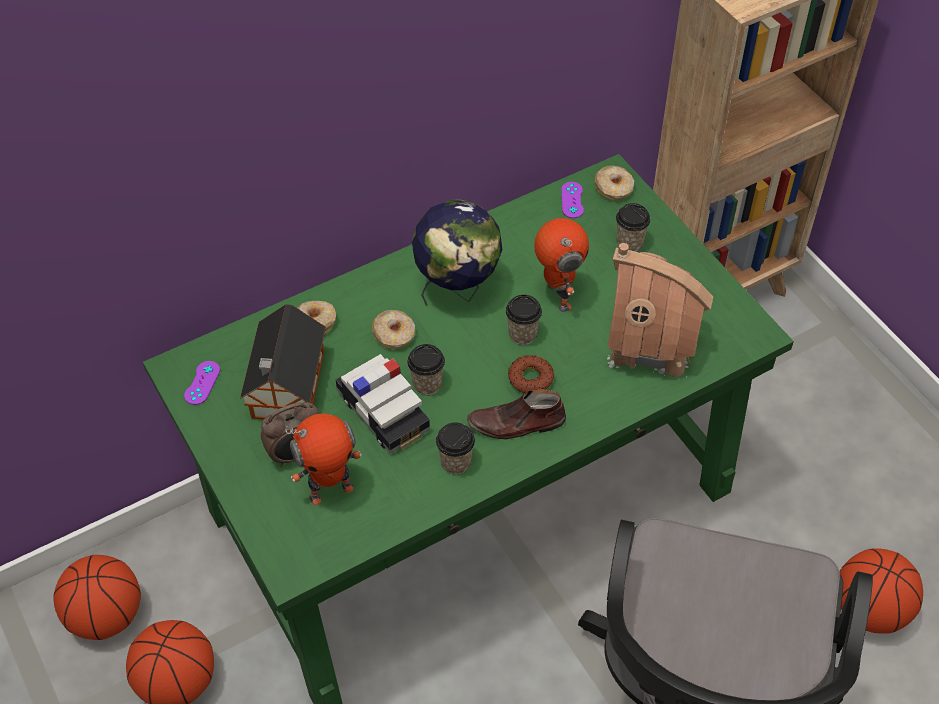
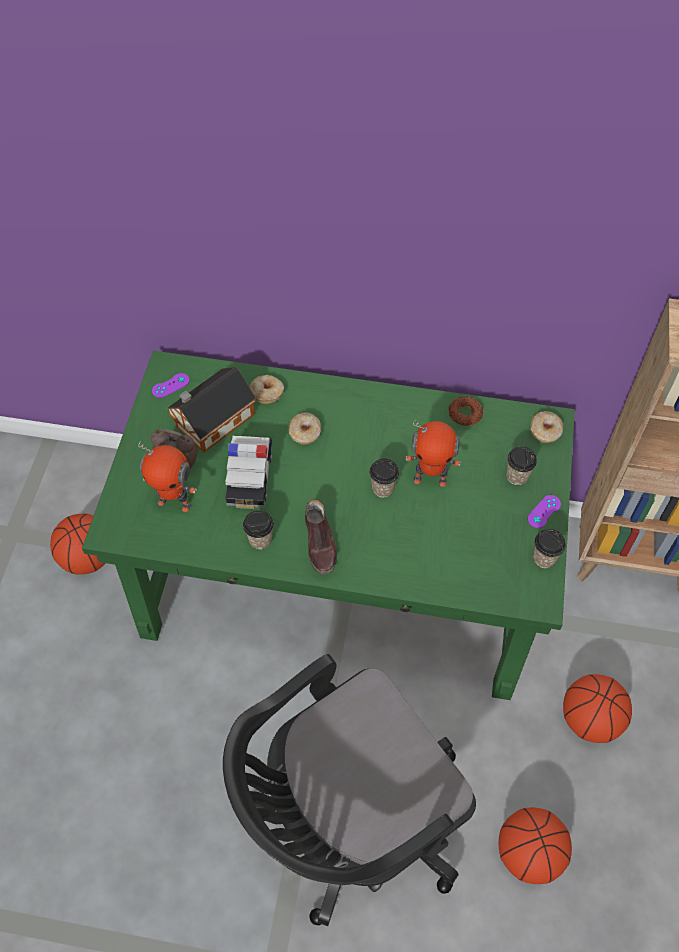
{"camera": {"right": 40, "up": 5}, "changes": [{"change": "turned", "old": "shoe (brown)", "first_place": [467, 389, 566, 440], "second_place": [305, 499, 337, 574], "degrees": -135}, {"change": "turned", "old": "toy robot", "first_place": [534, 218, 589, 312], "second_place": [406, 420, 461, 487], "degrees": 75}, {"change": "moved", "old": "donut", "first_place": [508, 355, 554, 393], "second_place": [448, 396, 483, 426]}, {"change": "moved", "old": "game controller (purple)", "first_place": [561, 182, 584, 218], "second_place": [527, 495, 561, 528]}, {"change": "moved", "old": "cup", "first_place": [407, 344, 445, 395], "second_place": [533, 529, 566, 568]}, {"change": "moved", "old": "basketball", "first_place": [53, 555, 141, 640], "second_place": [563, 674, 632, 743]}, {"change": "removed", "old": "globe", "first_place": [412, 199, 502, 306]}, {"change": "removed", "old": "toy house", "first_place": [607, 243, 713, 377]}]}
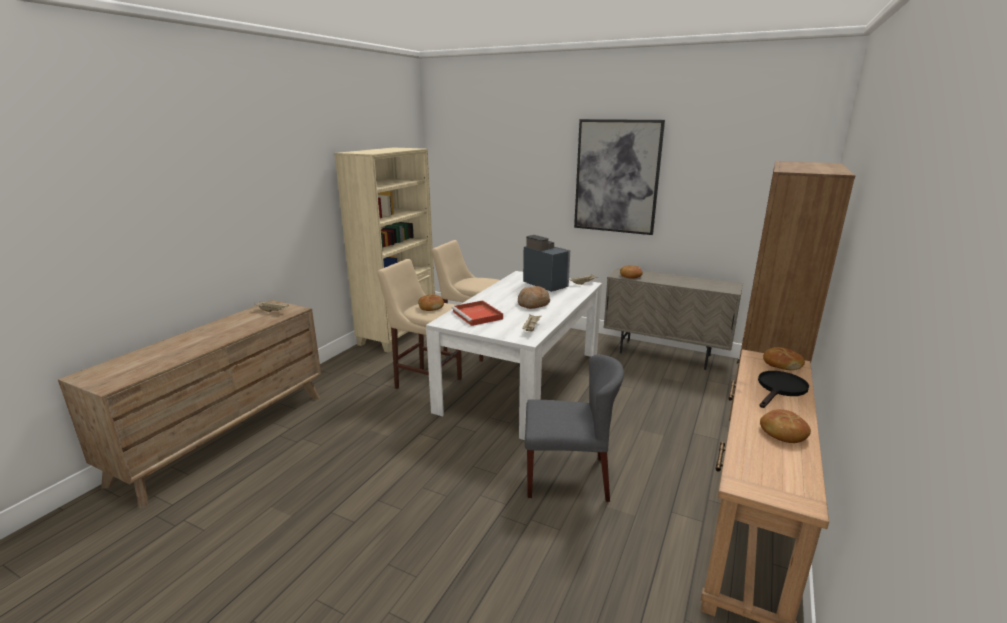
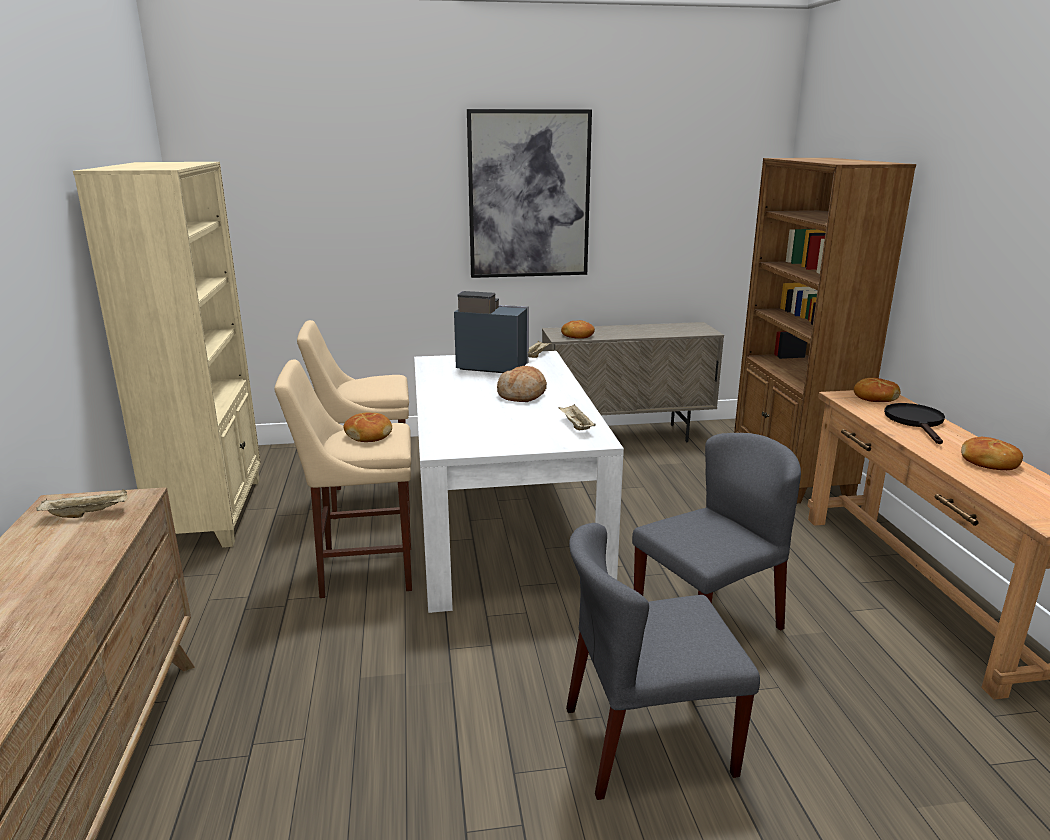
{"camera": {"right": -35, "up": 0}, "changes": [{"change": "added", "new": "chair (grey)", "second_place": [566, 523, 760, 800]}, {"change": "removed", "old": "tray (red)", "first_place": [451, 300, 503, 326]}]}
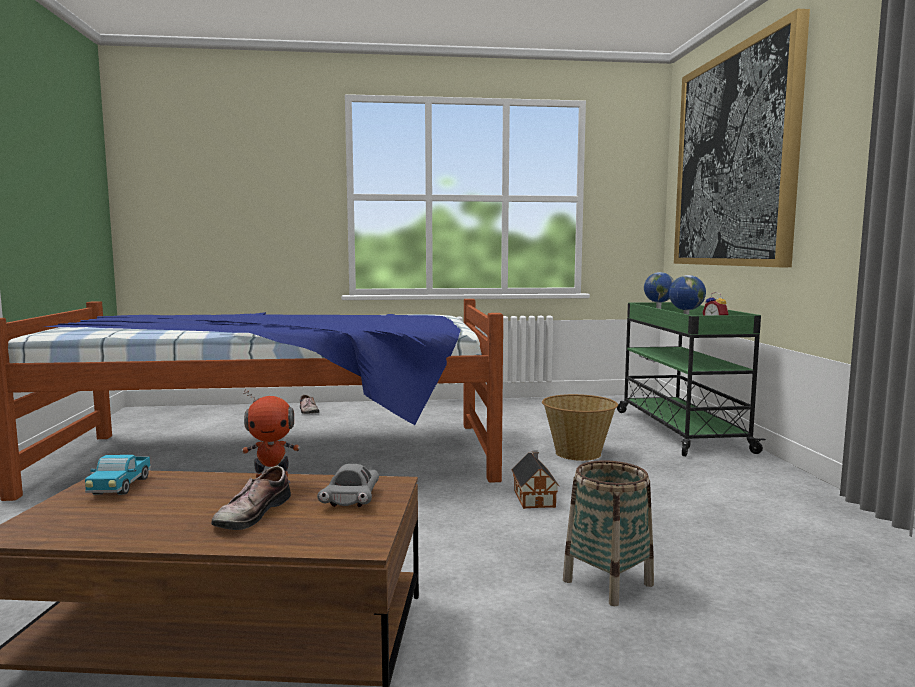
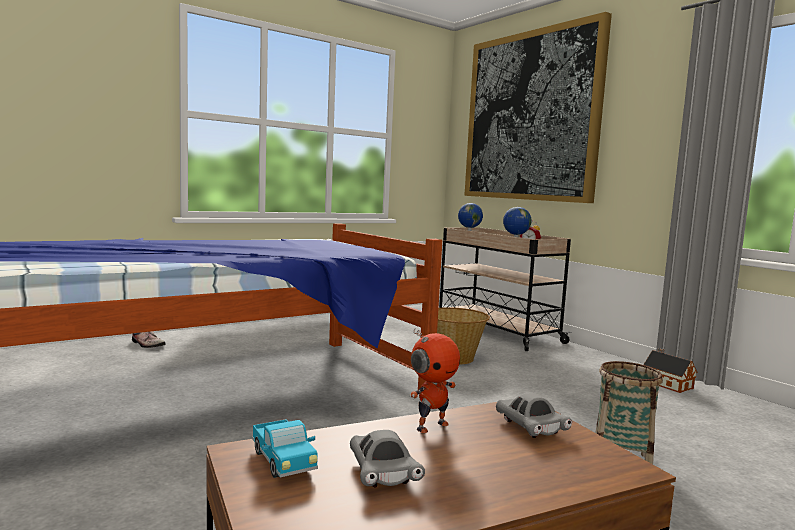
{"camera": {"right": -30, "up": 0}, "changes": [{"change": "added", "new": "toy car (grey)", "second_place": [350, 430, 425, 488]}, {"change": "recoloured", "old": "cart (green)", "new": "cart (beige)", "first_place": [617, 302, 766, 456], "second_place": [439, 227, 572, 351]}, {"change": "moved", "old": "toy house", "first_place": [511, 451, 560, 509], "second_place": [643, 348, 698, 393]}, {"change": "removed", "old": "shoe", "first_place": [211, 466, 291, 530]}]}
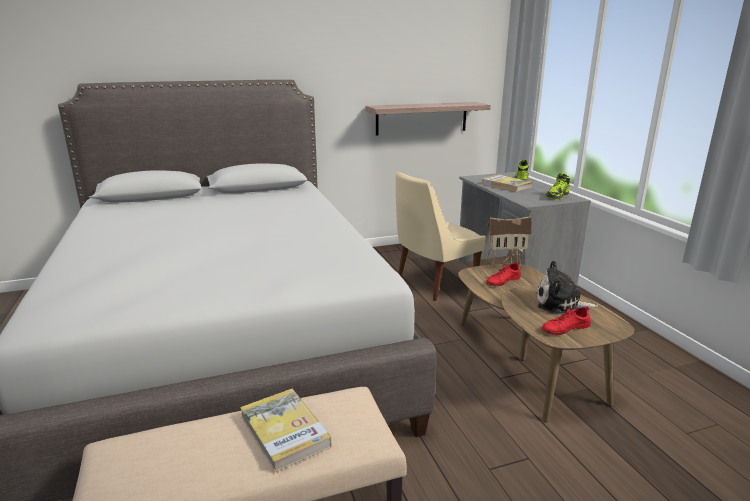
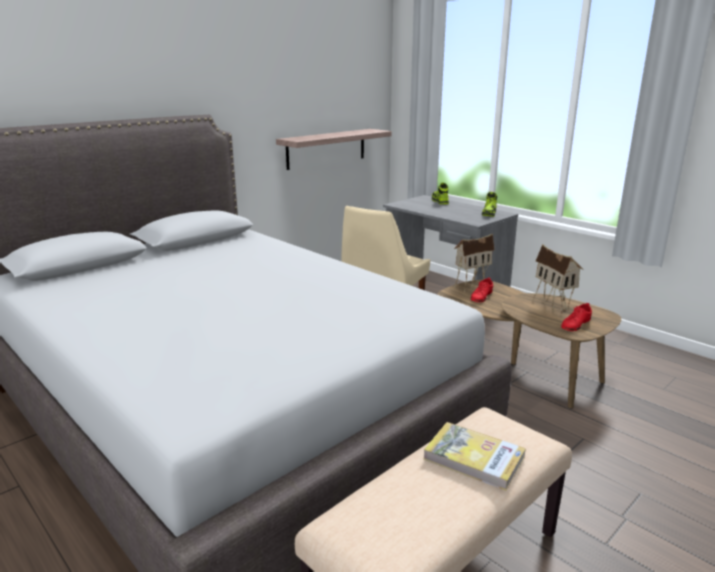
{"camera": {"right": -25, "up": 0}, "changes": [{"change": "replaced", "old": "plush toy", "new": "toy house", "first_place": [536, 261, 599, 314], "second_place": [532, 244, 584, 314]}, {"change": "removed", "old": "book", "first_place": [481, 175, 532, 192]}]}
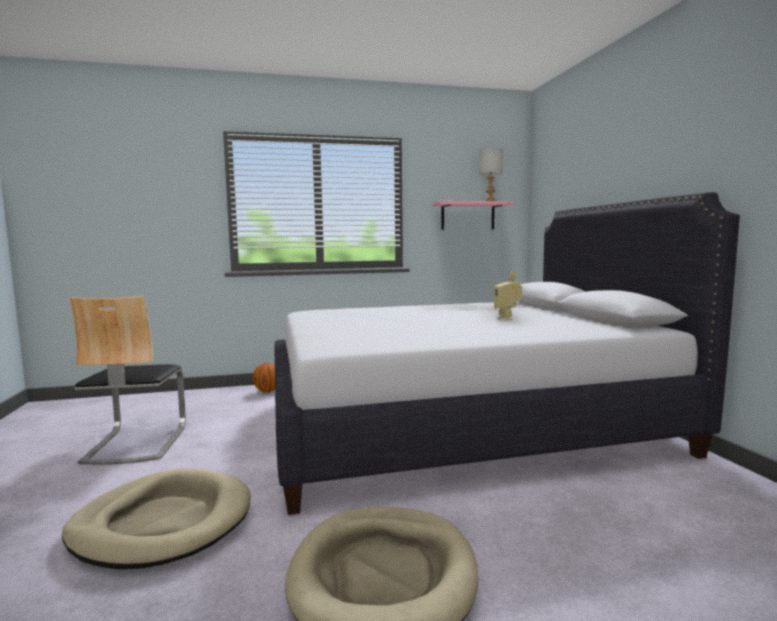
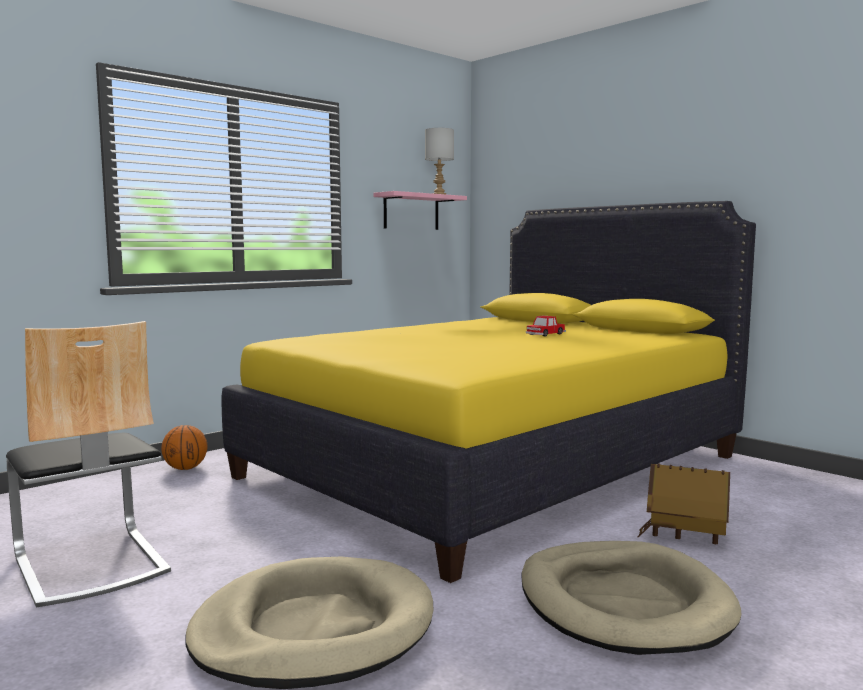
{"camera": {"right": -30, "up": 0}, "changes": [{"change": "recoloured", "old": "bed (white)", "new": "bed (yellow)", "first_place": [274, 192, 740, 515], "second_place": [222, 201, 756, 583]}, {"change": "replaced", "old": "toy robot", "new": "toy car", "first_place": [494, 271, 522, 321], "second_place": [526, 316, 566, 336]}, {"change": "added", "new": "toy house", "second_place": [637, 463, 730, 544]}]}
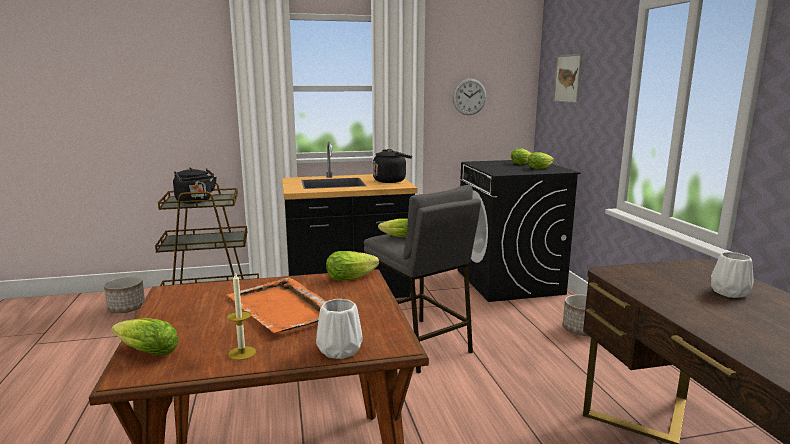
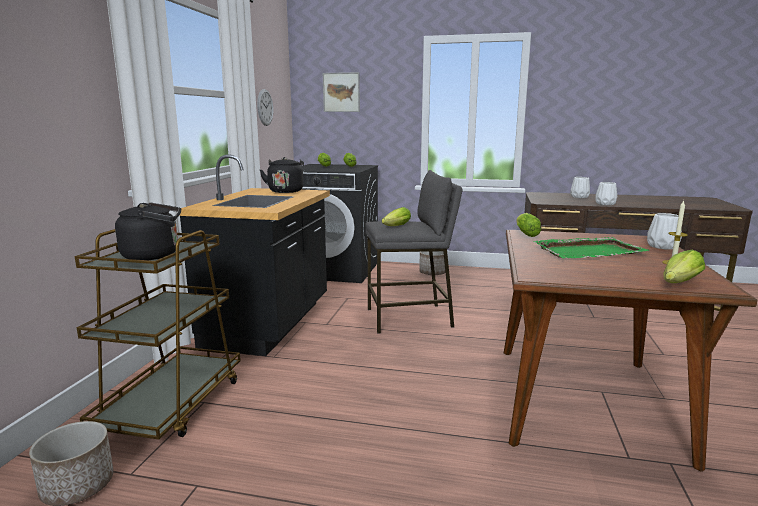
{"camera": {"right": -65, "up": 0}, "changes": [{"change": "recoloured", "old": "tray (orange)", "new": "tray (green)", "first_place": [227, 277, 326, 333], "second_place": [533, 237, 650, 259]}, {"change": "added", "new": "vase (white)", "second_place": [595, 182, 617, 205]}]}
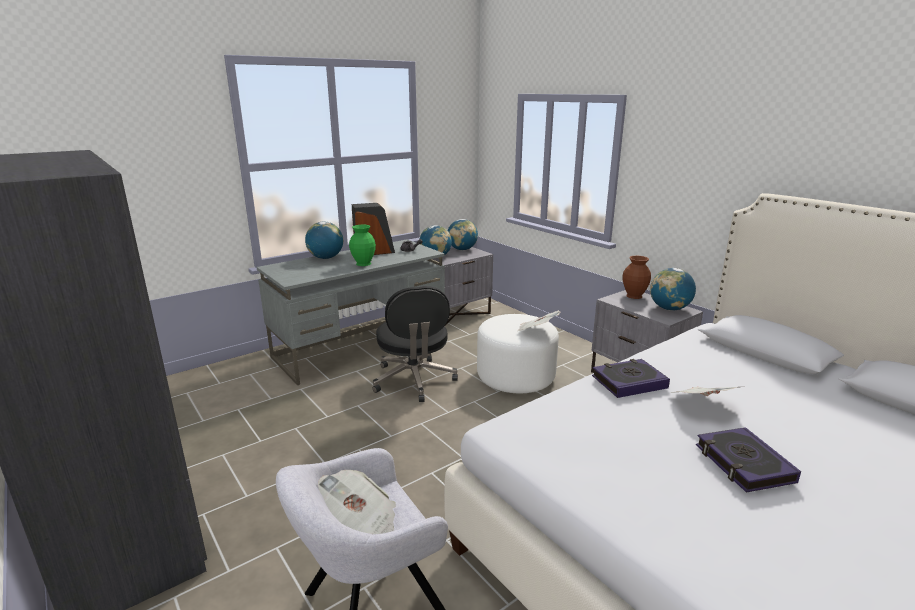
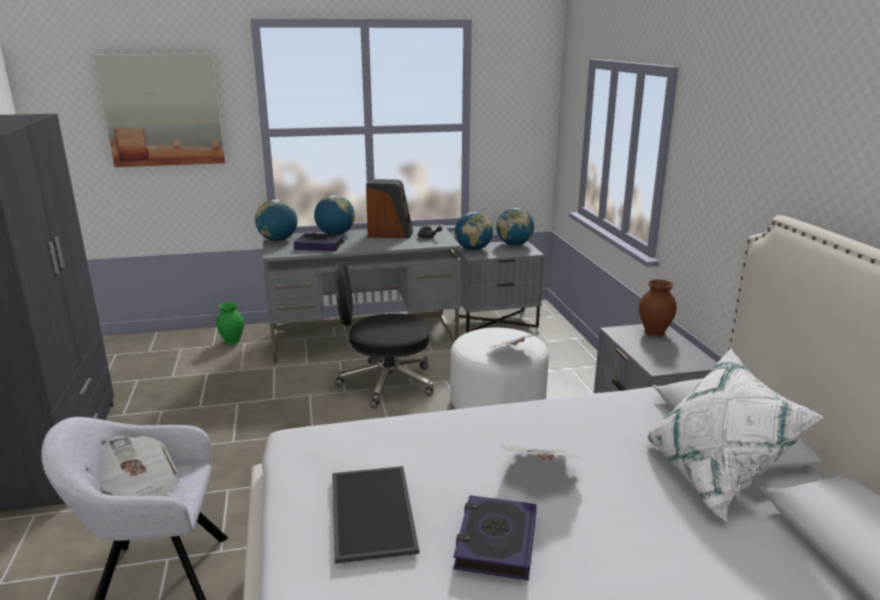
{"camera": {"right": 25, "up": 0}, "changes": [{"change": "added", "new": "picture", "second_place": [95, 53, 225, 167]}, {"change": "moved", "old": "vase (green)", "first_place": [349, 225, 376, 266], "second_place": [216, 302, 244, 345]}, {"change": "moved", "old": "globe", "first_place": [650, 268, 696, 311], "second_place": [255, 199, 297, 241]}, {"change": "moved", "old": "book", "first_place": [592, 359, 670, 398], "second_place": [294, 233, 344, 251]}, {"change": "added", "new": "tray", "second_place": [332, 466, 419, 564]}, {"change": "turned", "old": "office chair (black)", "first_place": [373, 286, 458, 402], "second_place": [334, 262, 433, 408], "degrees": 75}, {"change": "added", "new": "pillow (white)", "second_place": [646, 348, 824, 522]}]}
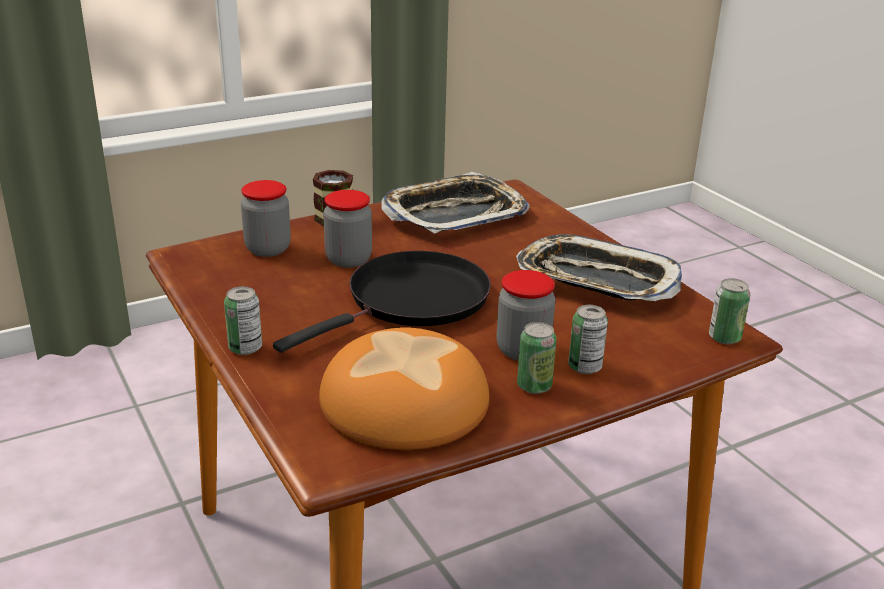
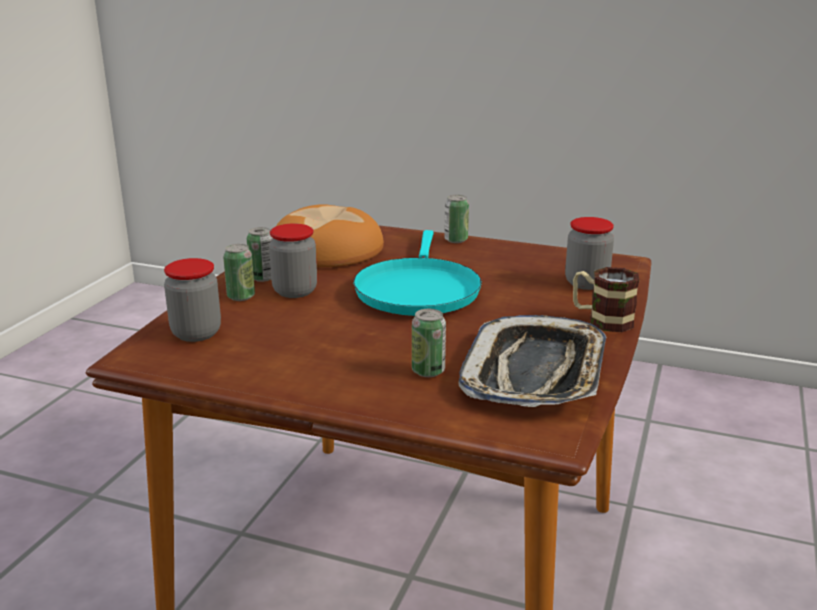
{"camera": {"right": 140, "up": -5}, "changes": [{"change": "moved", "old": "jar", "first_place": [323, 190, 372, 268], "second_place": [164, 258, 221, 342]}, {"change": "recoloured", "old": "frying pan (black)", "new": "frying pan (turquoise)", "first_place": [273, 251, 491, 353], "second_place": [353, 230, 482, 316]}, {"change": "moved", "old": "can", "first_place": [709, 278, 750, 344], "second_place": [412, 309, 446, 377]}, {"change": "removed", "old": "tray", "first_place": [516, 234, 682, 301]}]}
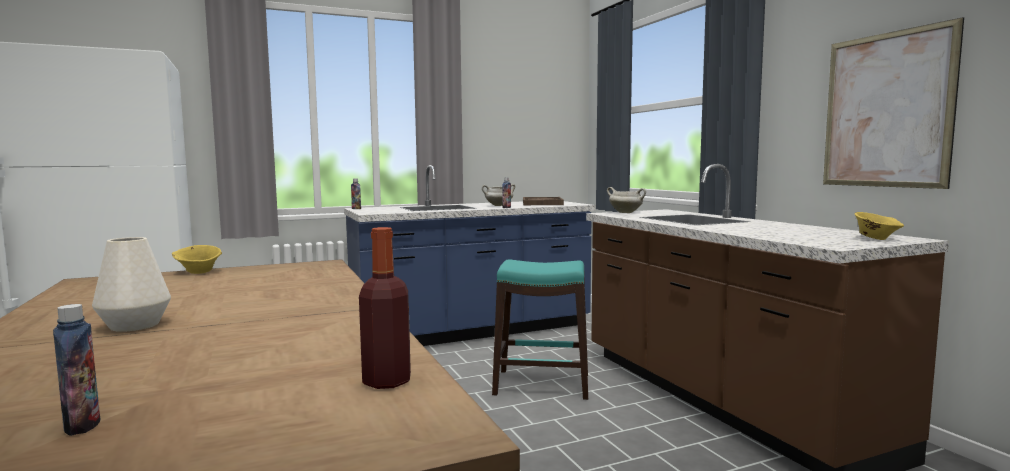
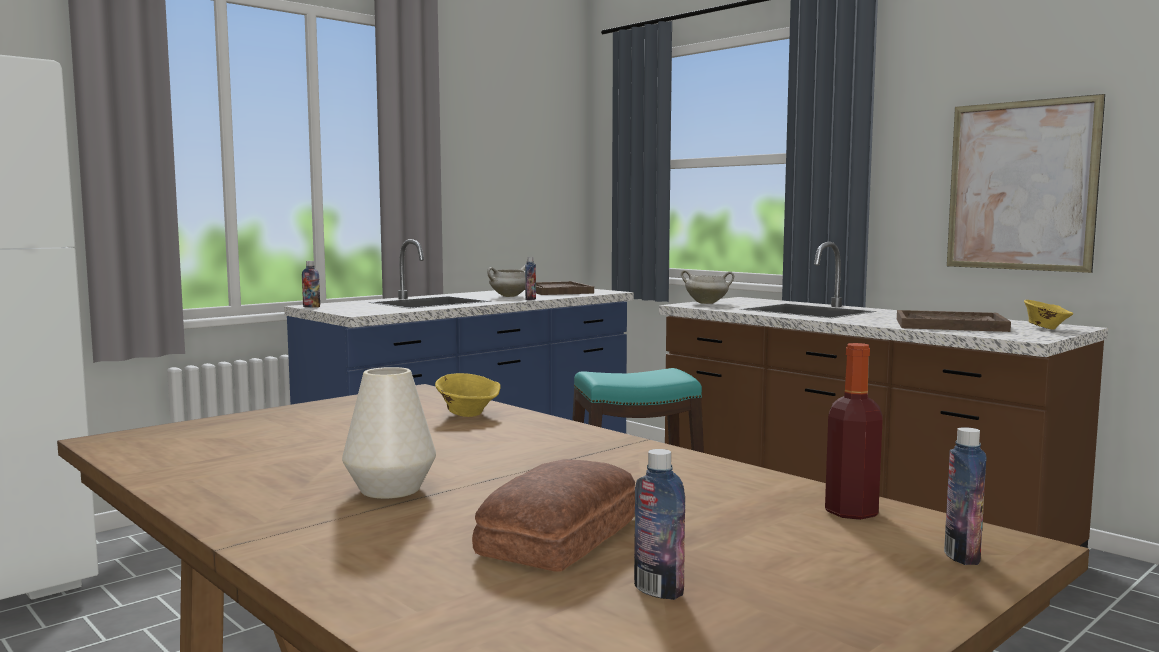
{"camera": {"right": -20, "up": 0}, "changes": [{"change": "moved", "old": "bowl (yellow)", "first_place": [172, 245, 222, 274], "second_place": [435, 373, 501, 417]}, {"change": "added", "new": "bread", "second_place": [472, 459, 635, 572]}, {"change": "added", "new": "tray (brown)", "second_place": [897, 310, 1011, 332]}, {"change": "added", "new": "bottle", "second_place": [944, 427, 986, 565]}]}
